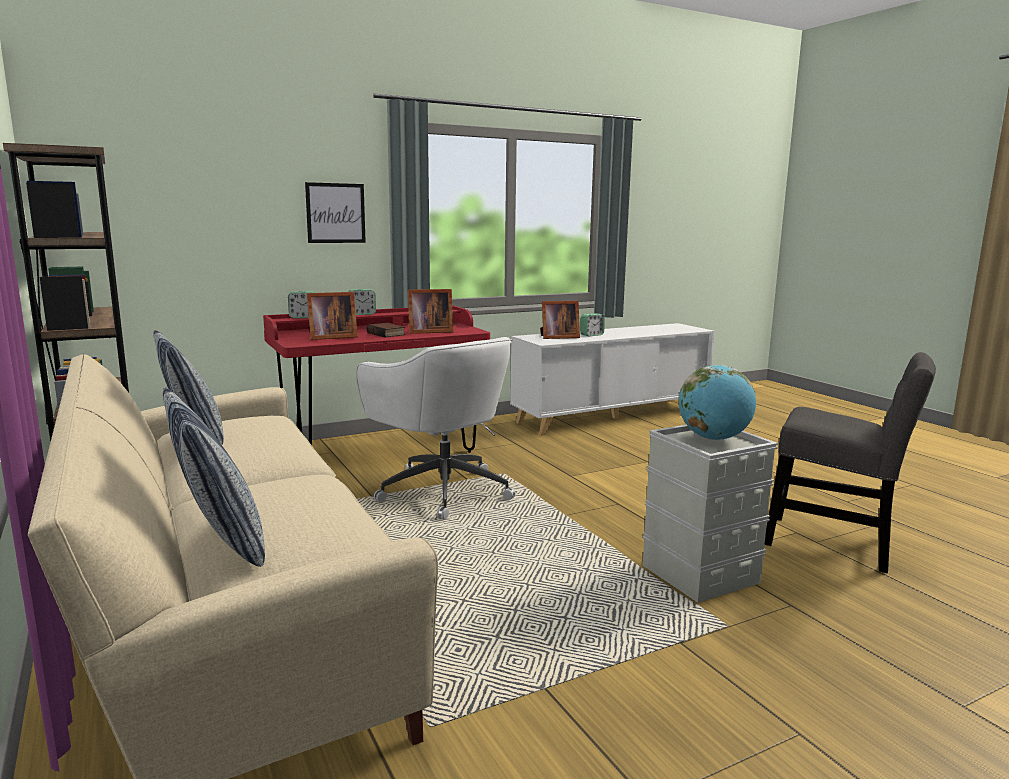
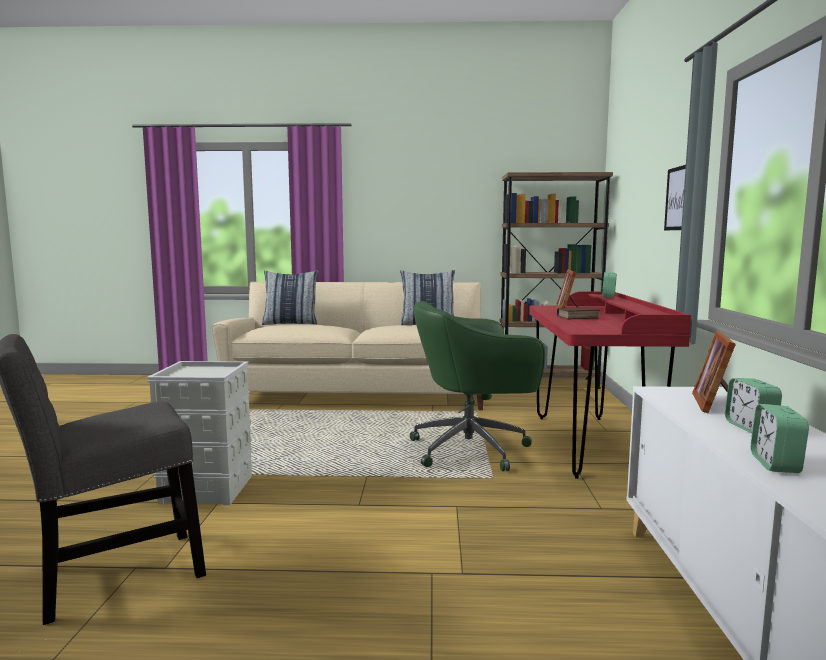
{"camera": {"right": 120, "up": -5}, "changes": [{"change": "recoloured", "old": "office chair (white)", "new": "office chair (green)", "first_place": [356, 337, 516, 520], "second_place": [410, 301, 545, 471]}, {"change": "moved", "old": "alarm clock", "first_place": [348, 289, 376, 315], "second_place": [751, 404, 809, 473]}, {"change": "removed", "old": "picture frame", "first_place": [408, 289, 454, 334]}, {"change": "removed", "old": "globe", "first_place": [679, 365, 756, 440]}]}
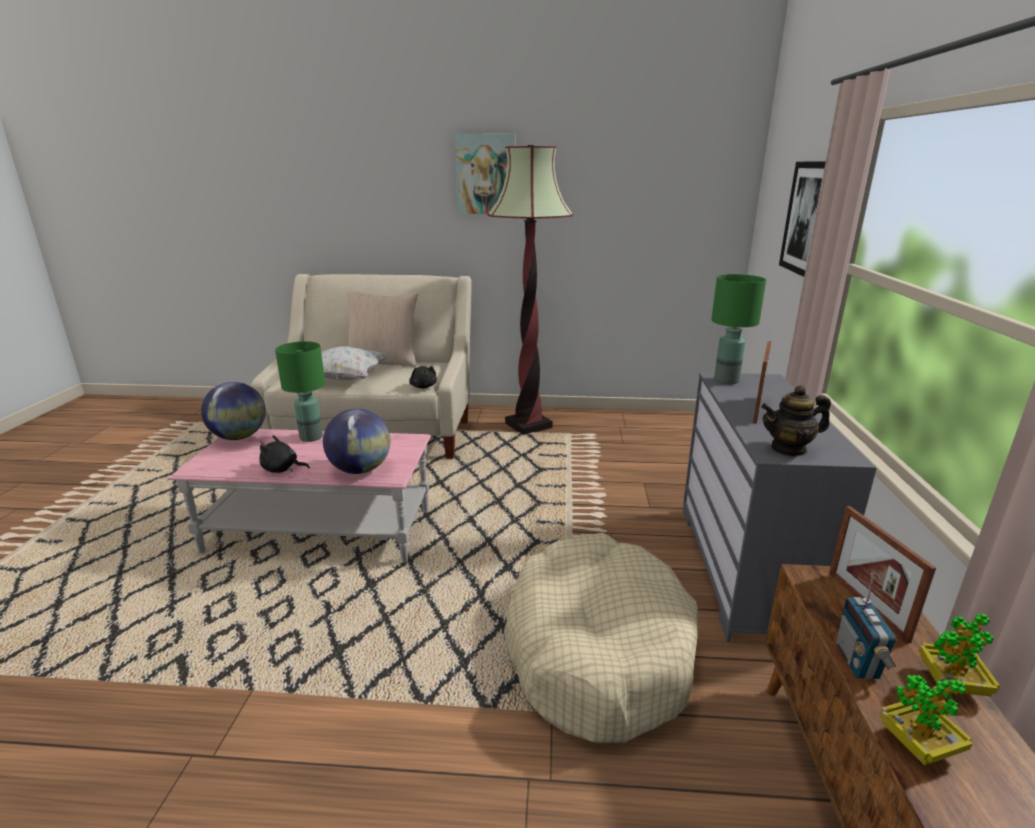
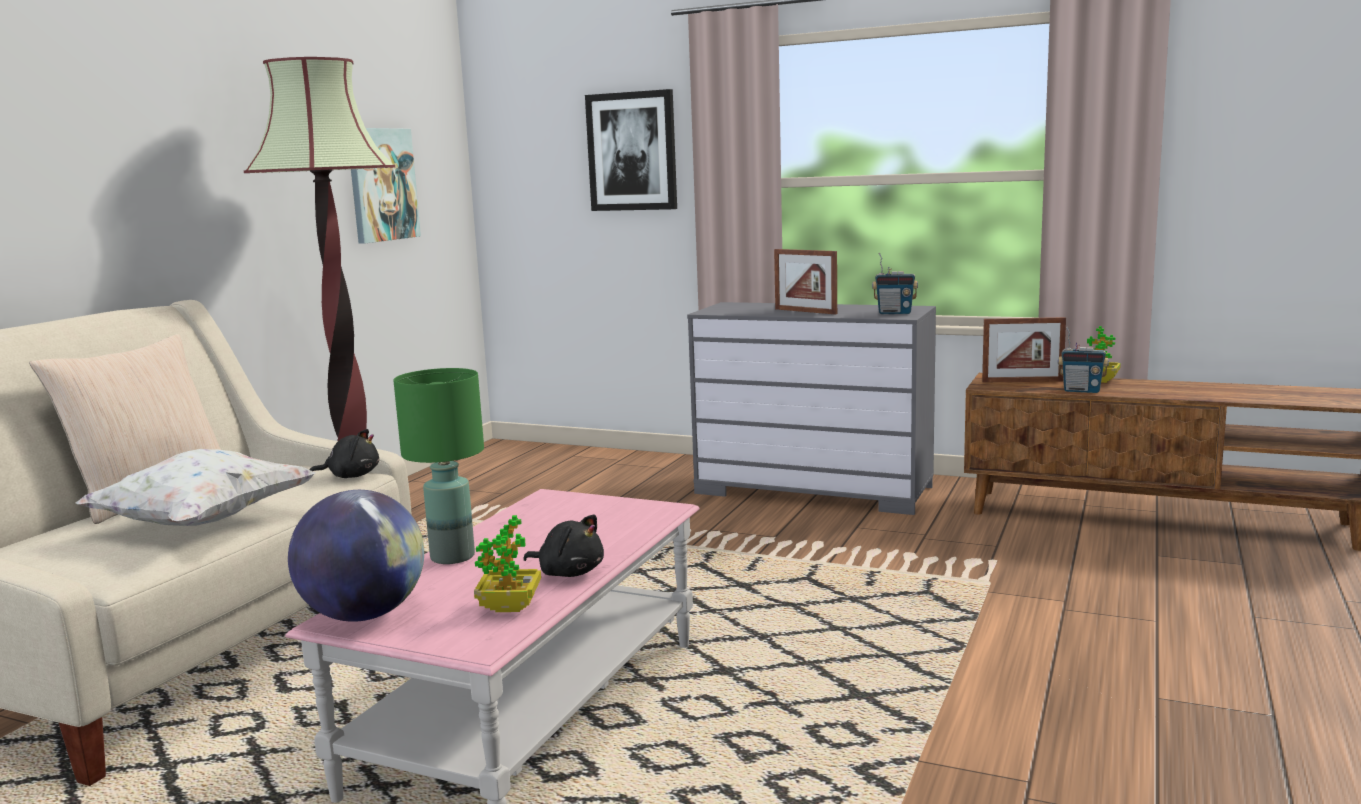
{"camera": {"right": -70, "up": -10}, "changes": [{"change": "moved", "old": "picture", "first_place": [454, 133, 516, 214], "second_place": [351, 128, 421, 244]}, {"change": "moved", "old": "potted plant", "first_place": [880, 675, 973, 766], "second_place": [474, 515, 541, 612]}, {"change": "turned", "old": "plush toy (black)", "first_place": [259, 435, 310, 473], "second_place": [523, 515, 604, 577], "degrees": -90}, {"change": "replaced", "old": "teapot", "new": "radio", "first_place": [761, 385, 831, 457], "second_place": [872, 253, 918, 314]}, {"change": "removed", "old": "globe", "first_place": [323, 409, 390, 474]}, {"change": "removed", "old": "dog bed (beige)", "first_place": [504, 534, 698, 743]}, {"change": "removed", "old": "table lamp (green)", "first_place": [711, 274, 766, 384]}]}
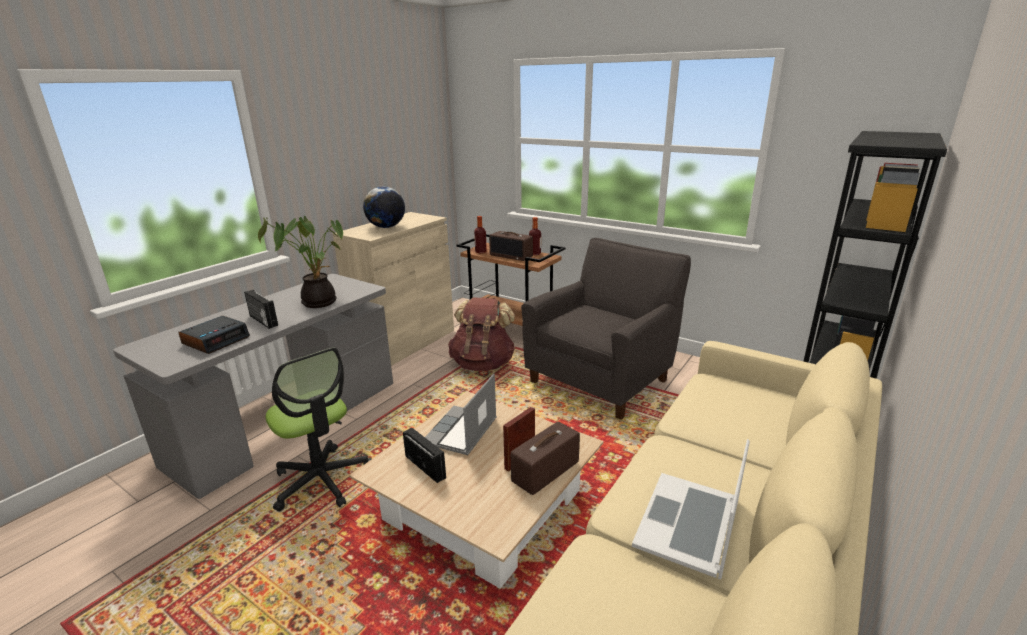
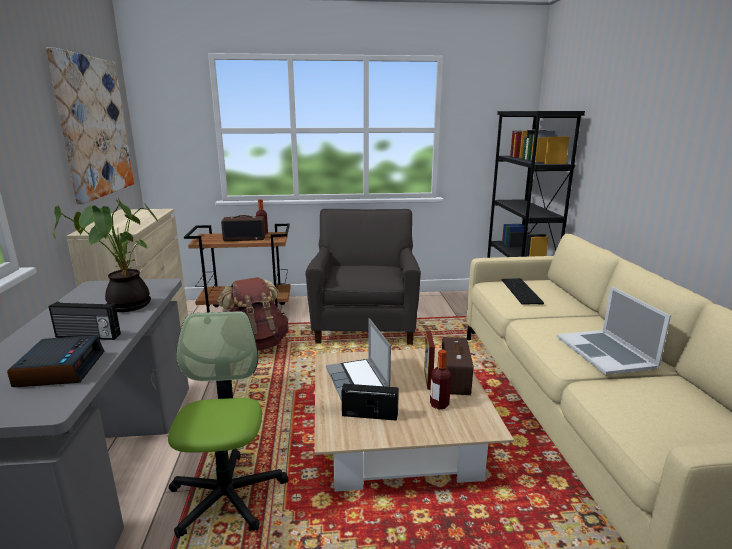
{"camera": {"right": -40, "up": -5}, "changes": [{"change": "added", "new": "picture", "second_place": [46, 47, 134, 204]}, {"change": "turned", "old": "office chair", "first_place": [266, 348, 371, 512], "second_place": [168, 311, 288, 539], "degrees": -105}, {"change": "moved", "old": "bottle", "first_place": [474, 216, 487, 253], "second_place": [430, 350, 451, 410]}, {"change": "added", "new": "keyboard", "second_place": [502, 278, 544, 305]}, {"change": "removed", "old": "globe", "first_place": [363, 186, 405, 228]}]}
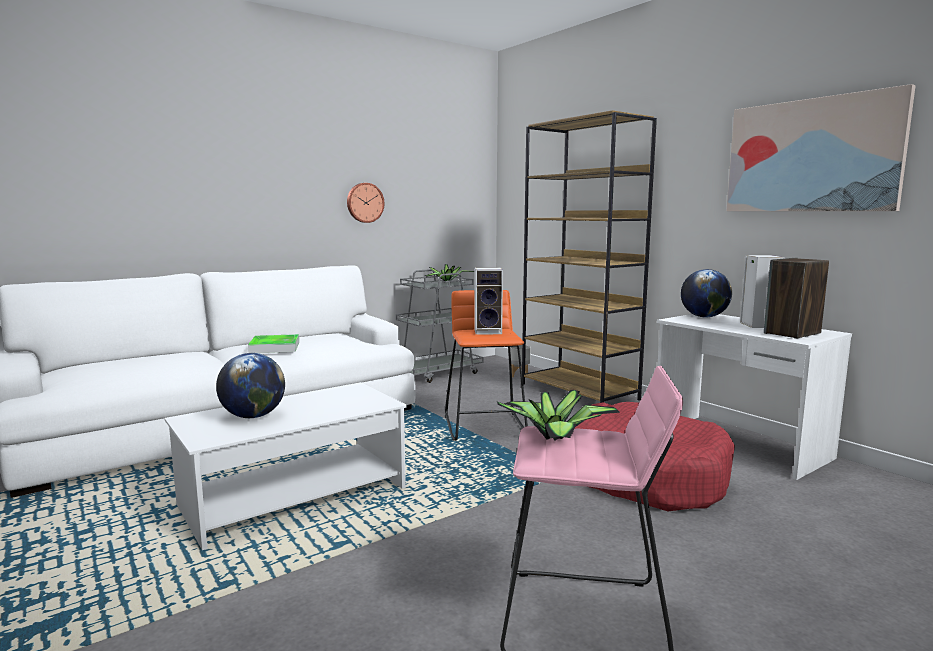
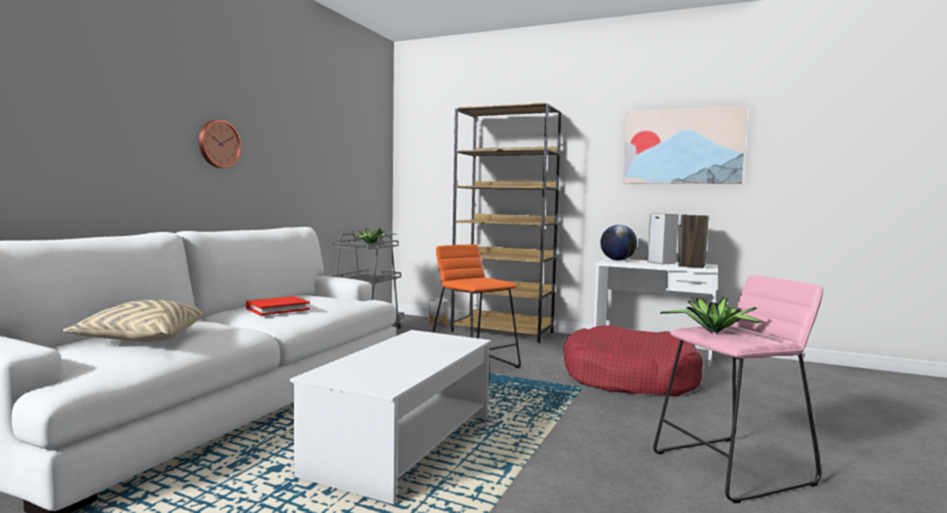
{"camera": {"right": -30, "up": -5}, "changes": [{"change": "added", "new": "pillow (beige)", "second_place": [63, 300, 206, 342]}, {"change": "moved", "old": "wall clock", "first_place": [347, 183, 385, 223], "second_place": [199, 120, 242, 168]}, {"change": "replaced", "old": "tray", "new": "book (red)", "first_place": [248, 334, 299, 353], "second_place": [246, 296, 310, 316]}, {"change": "removed", "old": "globe", "first_place": [216, 353, 285, 418]}, {"change": "removed", "old": "speaker", "first_place": [474, 267, 503, 335]}]}
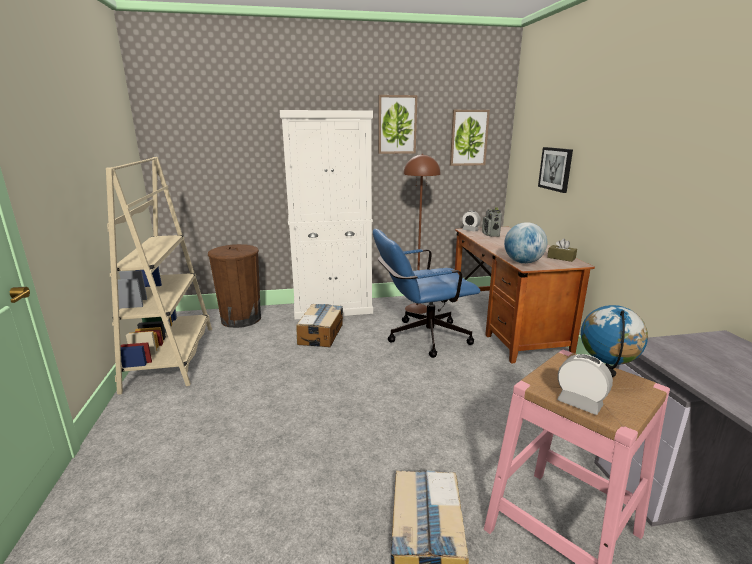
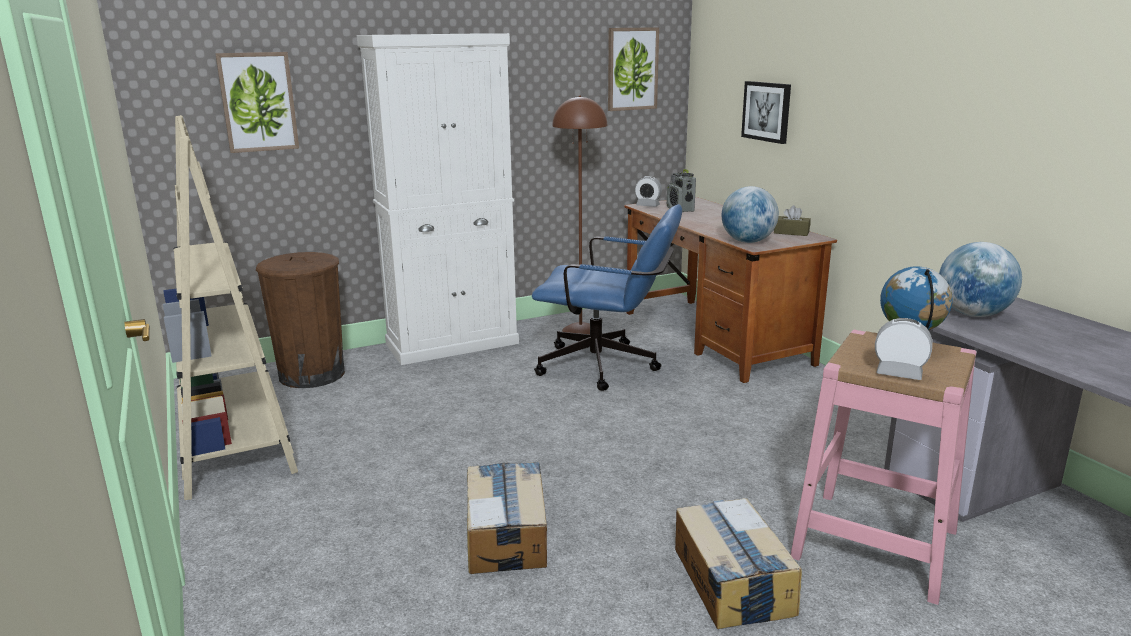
{"camera": {"right": -15, "up": 0}, "changes": [{"change": "moved", "old": "picture", "first_place": [378, 95, 417, 154], "second_place": [215, 52, 299, 153]}, {"change": "moved", "old": "cardboard box", "first_place": [296, 304, 343, 347], "second_place": [467, 462, 547, 574]}, {"change": "turned", "old": "office chair (blue)", "first_place": [373, 229, 480, 358], "second_place": [532, 204, 682, 391], "degrees": -135}, {"change": "added", "new": "globe", "second_place": [939, 242, 1022, 317]}]}
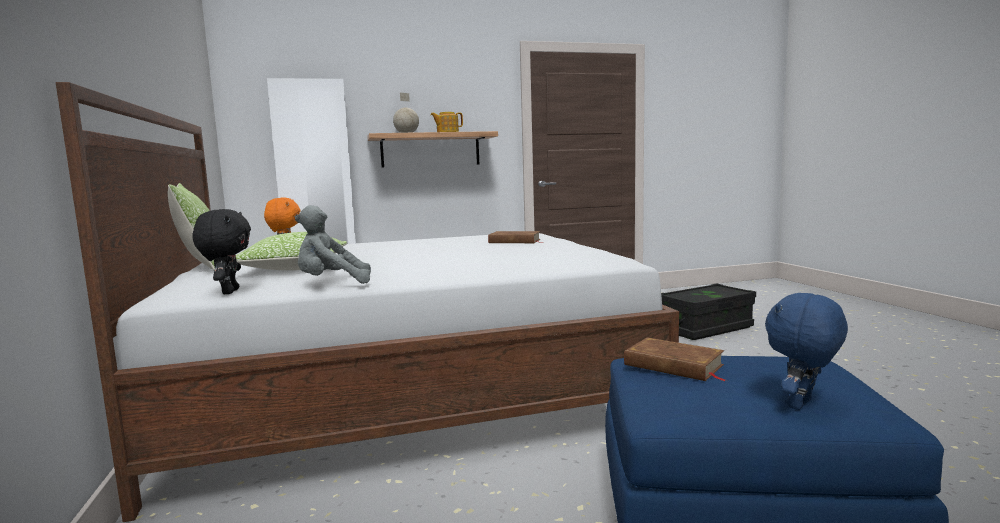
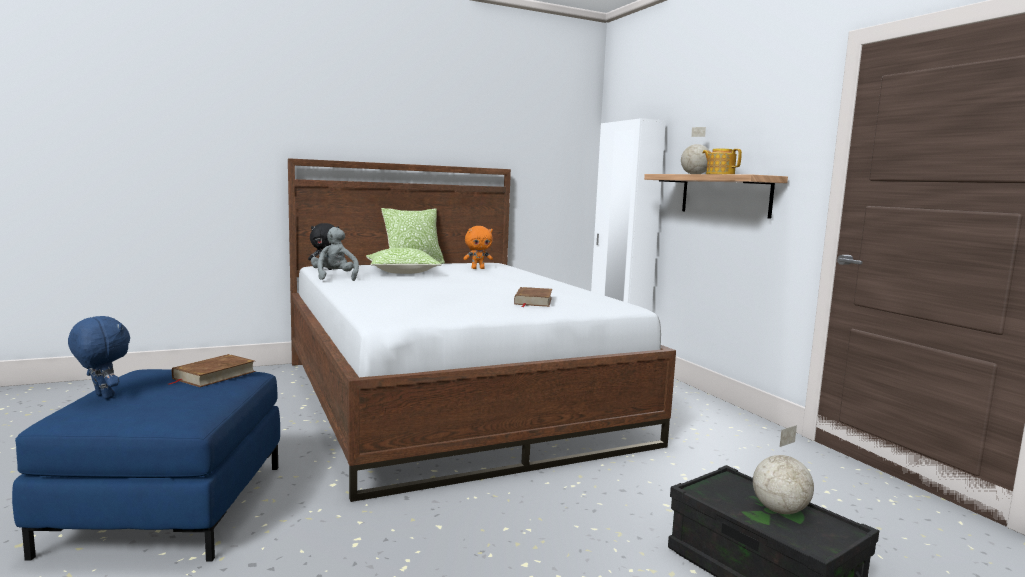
{"camera": {"right": 80, "up": 0}, "changes": [{"change": "added", "new": "globe", "second_place": [753, 425, 814, 514]}]}
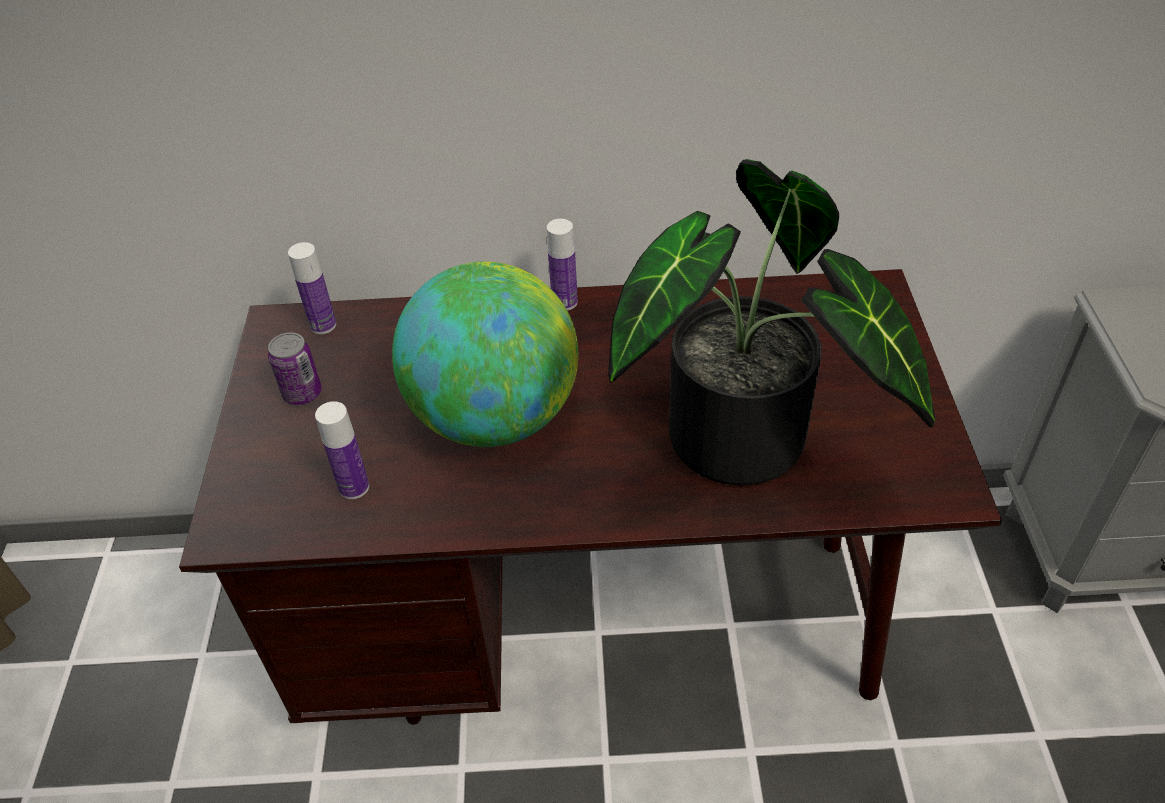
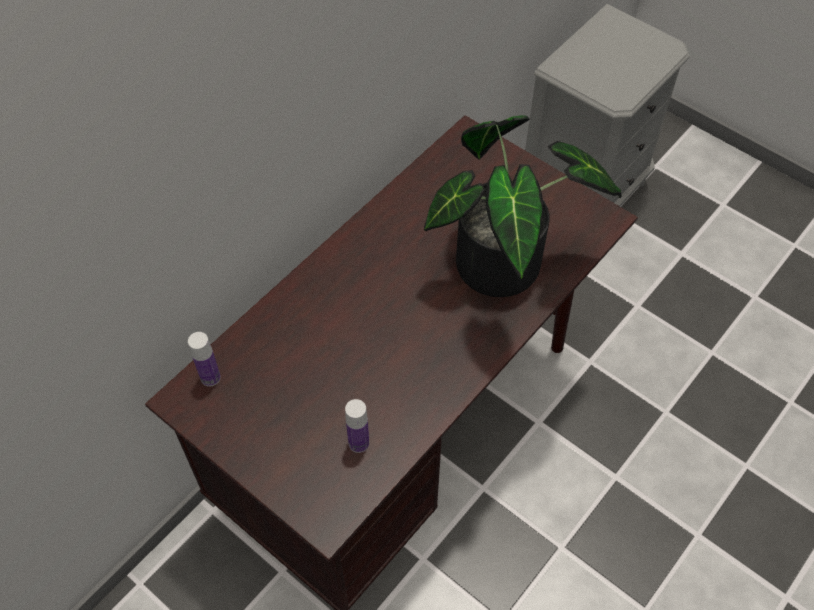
{"camera": {"right": -50, "up": 10}, "changes": [{"change": "removed", "old": "can", "first_place": [268, 332, 322, 405]}, {"change": "removed", "old": "globe", "first_place": [392, 261, 578, 447]}, {"change": "removed", "old": "bottle", "first_place": [547, 219, 578, 310]}]}
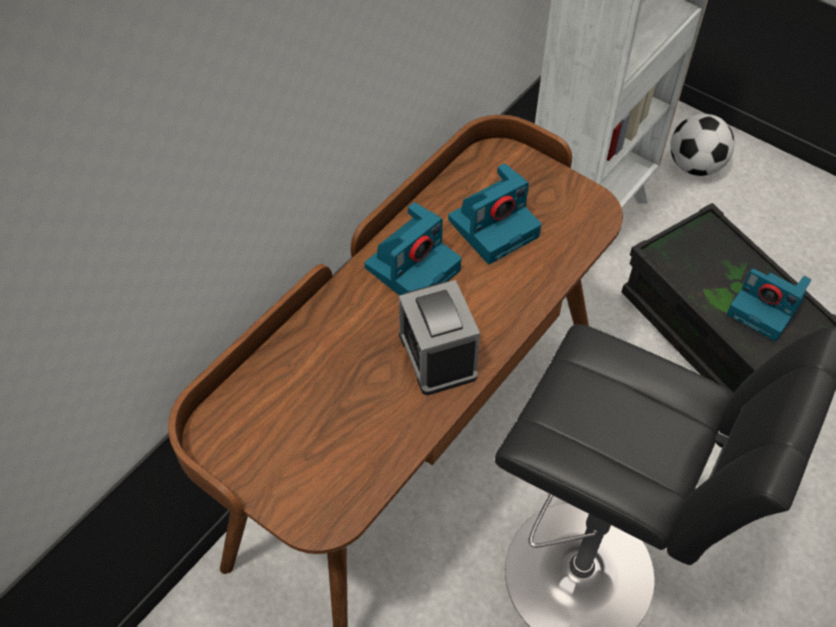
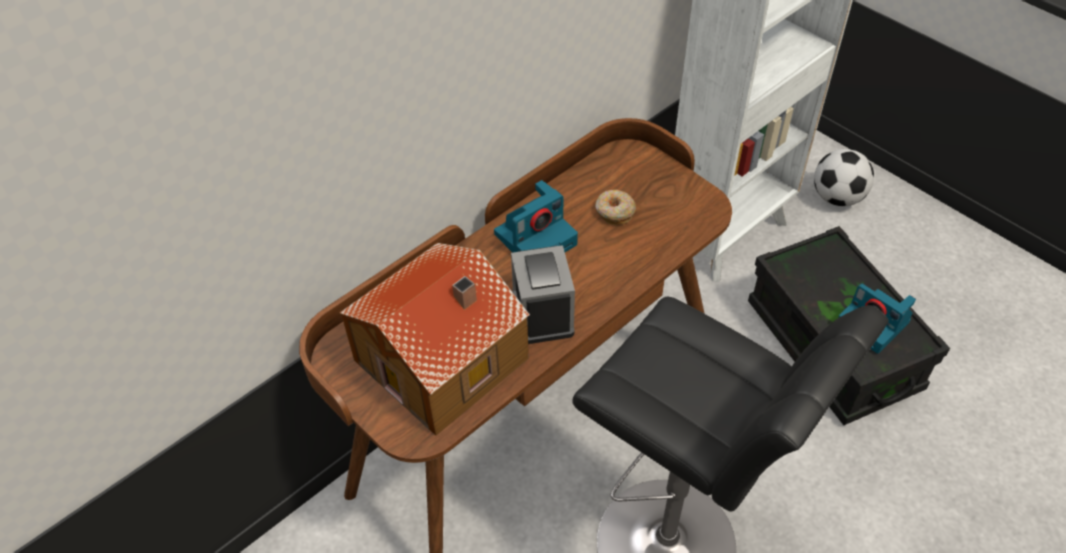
{"camera": {"right": 10, "up": -5}, "changes": [{"change": "added", "new": "toy house", "second_place": [339, 243, 530, 436]}, {"change": "replaced", "old": "photo camera", "new": "donut", "first_place": [448, 163, 541, 264], "second_place": [595, 190, 636, 225]}]}
